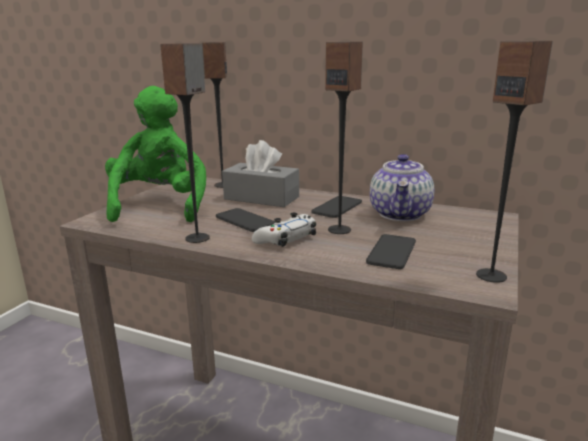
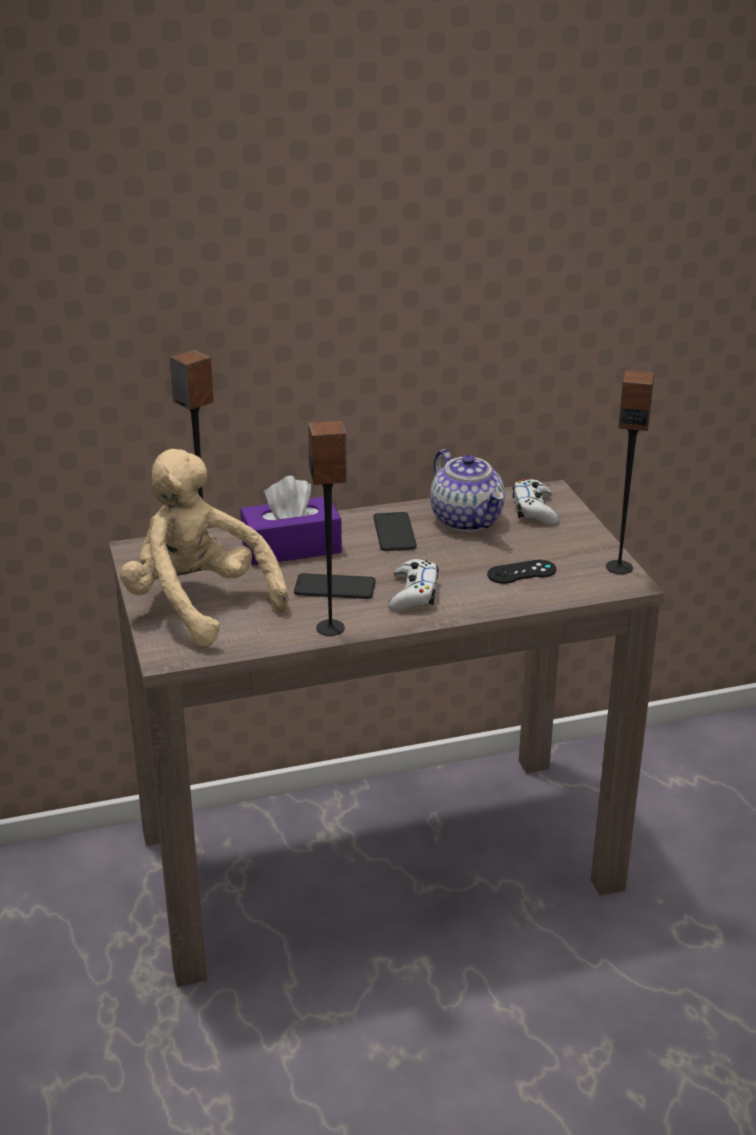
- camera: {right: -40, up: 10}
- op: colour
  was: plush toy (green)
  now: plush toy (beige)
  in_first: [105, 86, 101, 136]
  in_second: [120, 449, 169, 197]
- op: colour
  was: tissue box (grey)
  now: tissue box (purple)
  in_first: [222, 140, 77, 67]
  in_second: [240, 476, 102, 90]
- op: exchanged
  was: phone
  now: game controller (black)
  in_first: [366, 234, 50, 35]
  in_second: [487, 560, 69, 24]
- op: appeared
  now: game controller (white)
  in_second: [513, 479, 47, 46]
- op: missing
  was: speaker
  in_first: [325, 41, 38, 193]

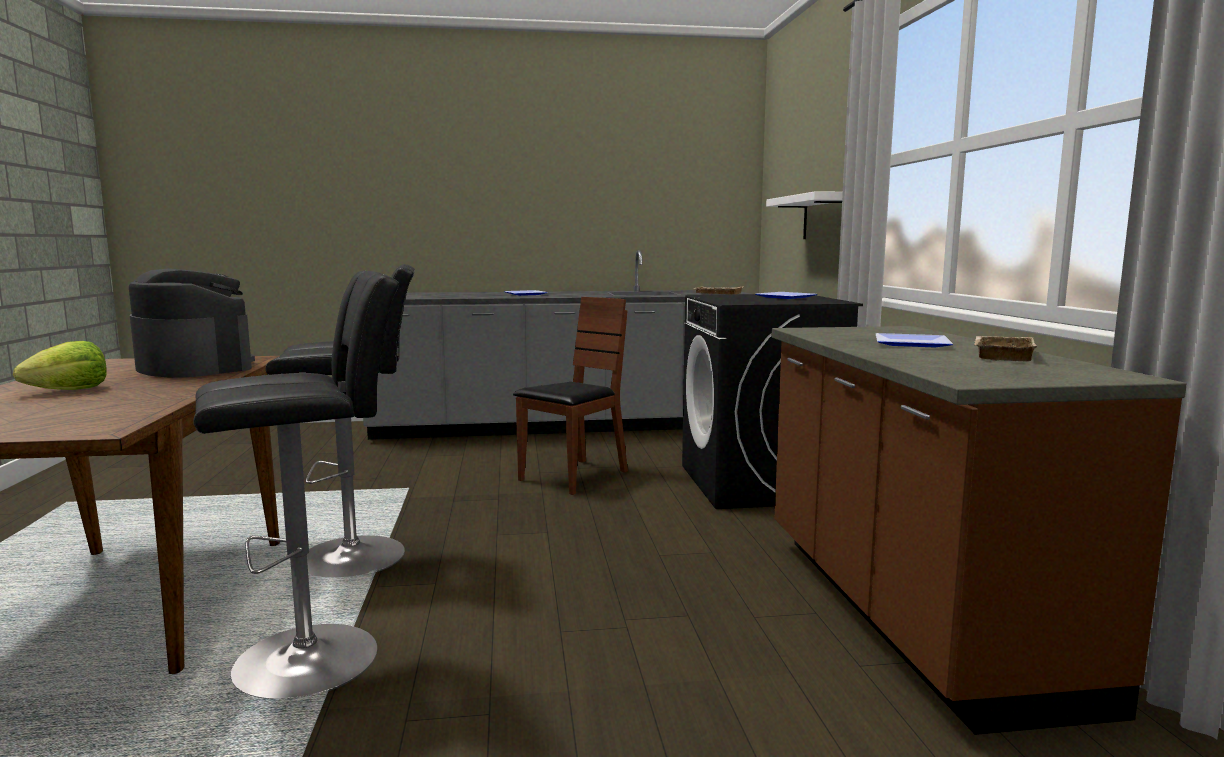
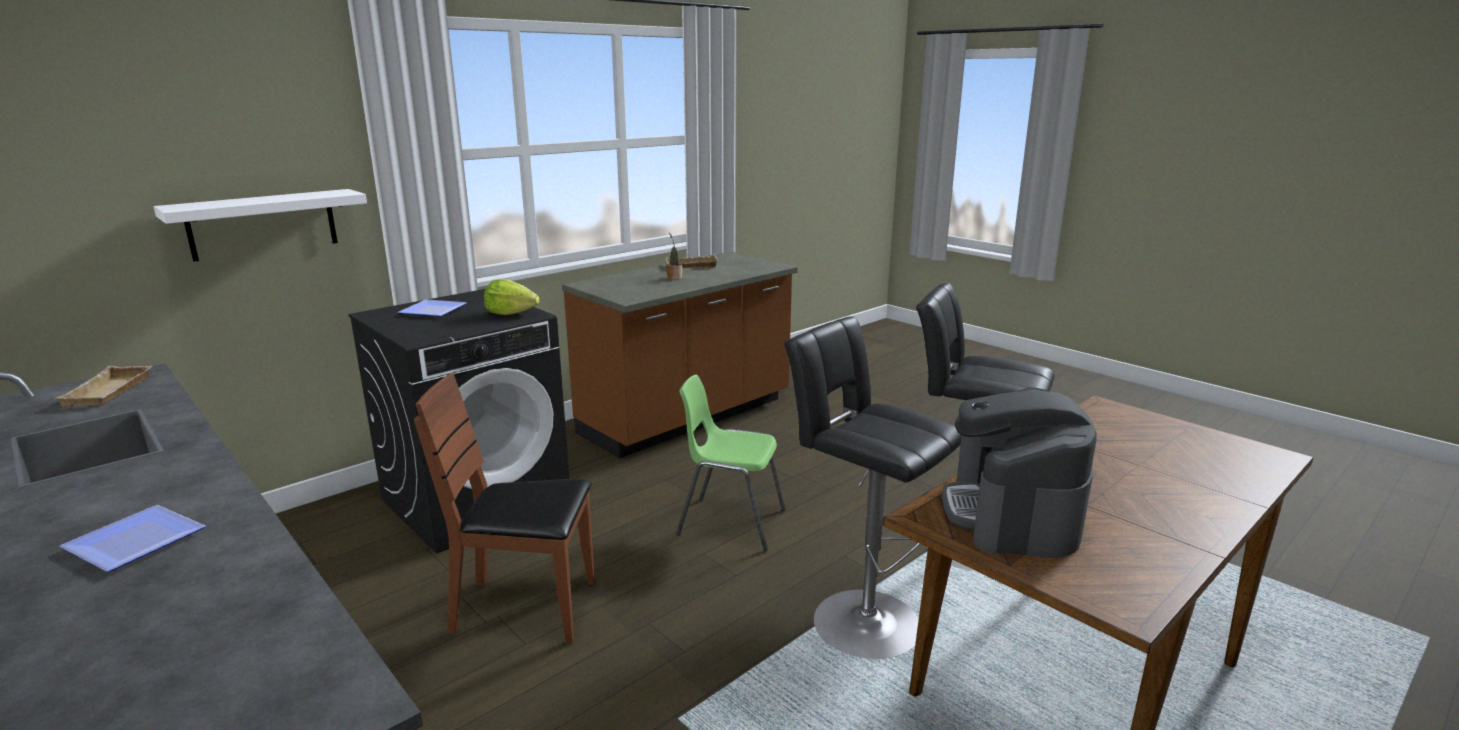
- camera: {right: -125, up: 10}
- op: relocated
  was: lettuce
  in_first: [13, 341, 94, 49]
  in_second: [484, 279, 56, 36]
- op: exchanged
  was: plate
  now: potted plant
  in_first: [876, 333, 77, 14]
  in_second: [666, 233, 16, 47]
- op: appeared
  now: chair (green)
  in_second: [676, 375, 109, 176]

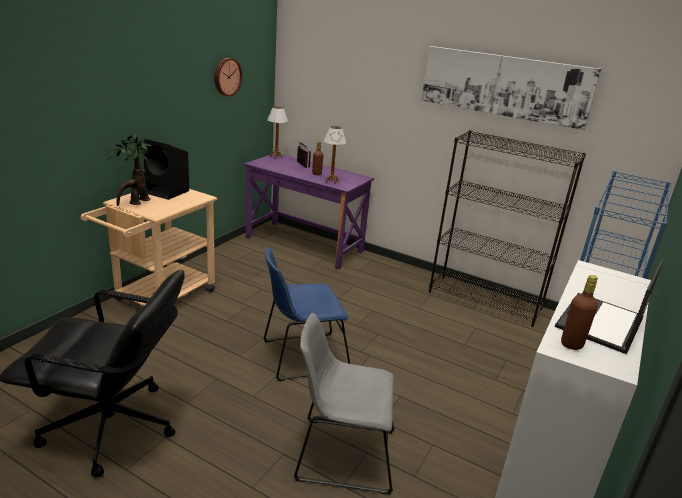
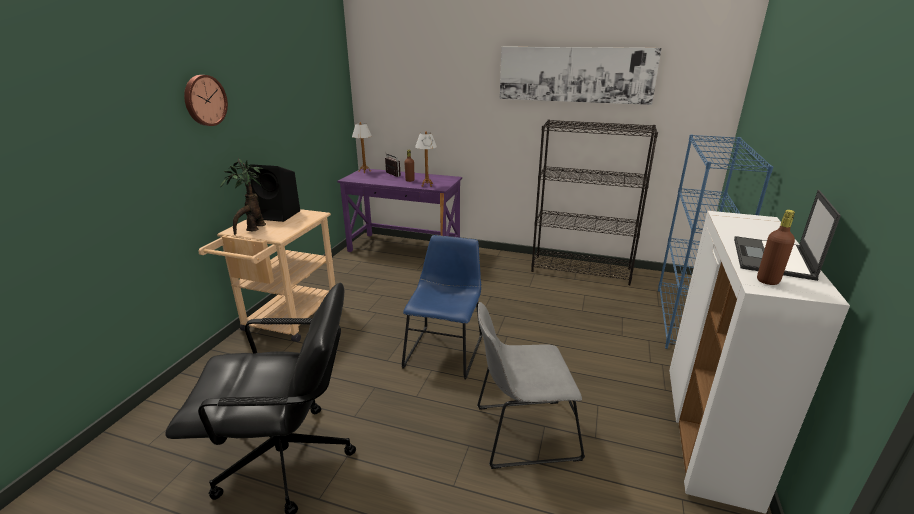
- camera: {right: -10, up: 0}
- op: relocated
  was: wall clock
  in_first: [214, 58, 28, 38]
  in_second: [184, 75, 44, 51]
- op: spun
  was: chair (blue)
  in_first: [263, 246, 87, 135]
  in_second: [401, 235, 81, 144]
  clockwise: 135

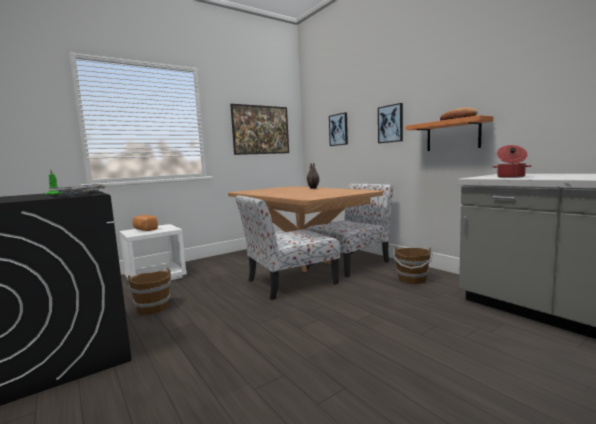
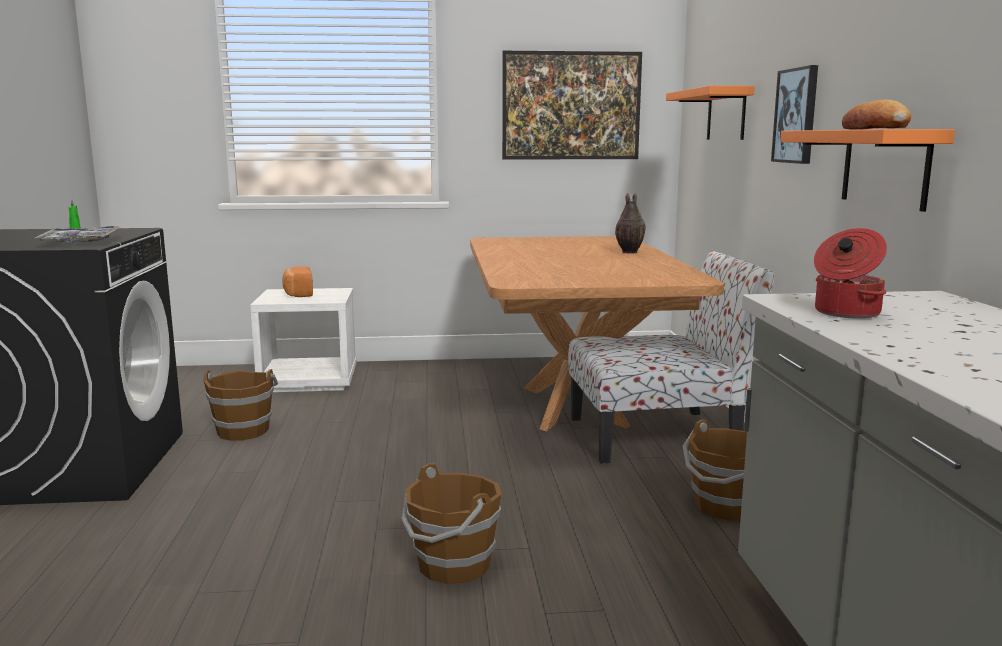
- camera: {right: 30, up: 5}
- op: appeared
  now: bucket (brown)
  in_second: [401, 464, 101, 120]
- op: exchanged
  was: picture
  now: shelf (orange)
  in_first: [329, 112, 19, 34]
  in_second: [666, 86, 89, 54]
- op: missing
  was: chair
  in_first: [236, 195, 104, 105]

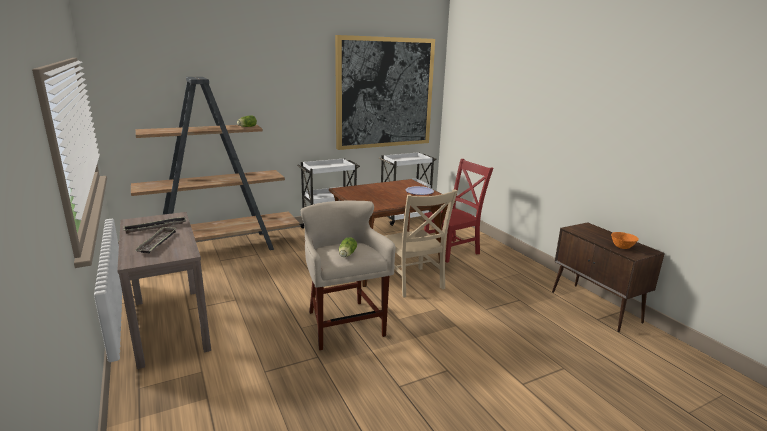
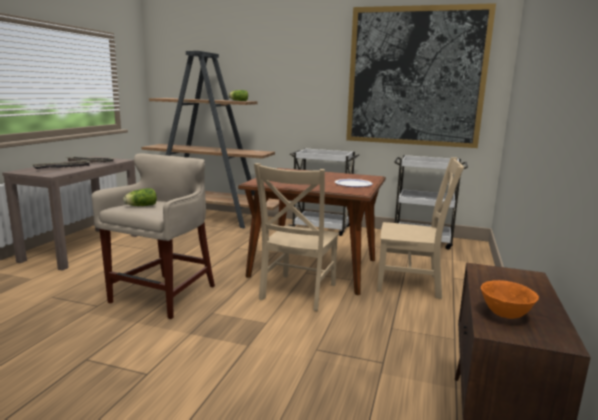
- camera: {right: 45, up: -5}
- op: colour
  was: chair (red)
  now: chair (beige)
  in_first: [424, 159, 69, 104]
  in_second: [377, 157, 87, 142]

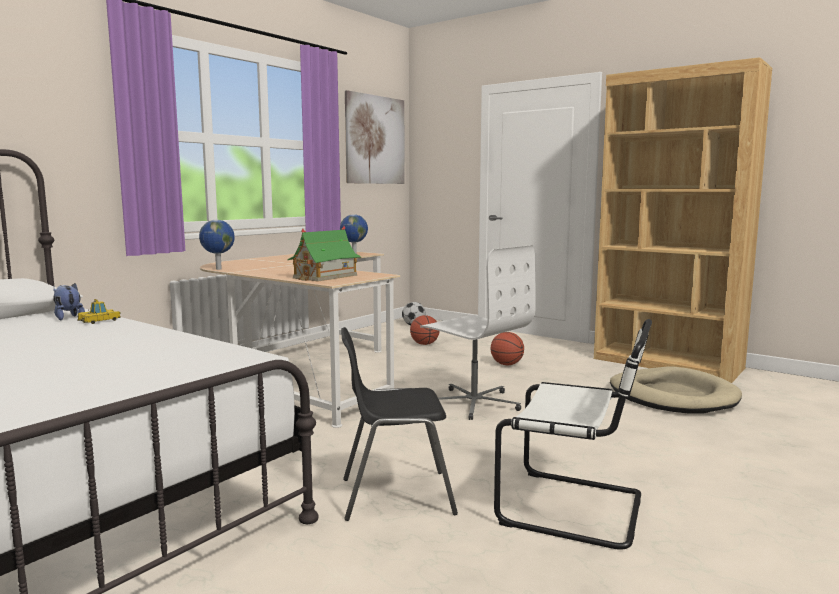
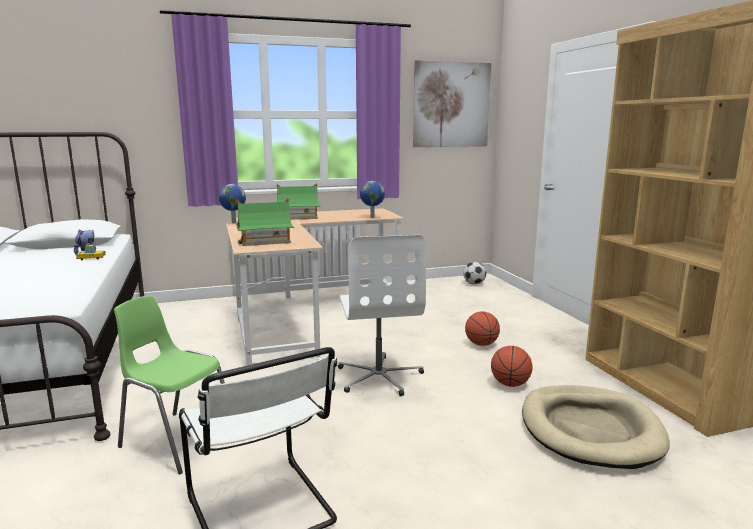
- camera: {right: 35, up: 5}
- op: colour
  was: chair (black)
  now: chair (green)
  in_first: [341, 327, 117, 194]
  in_second: [114, 295, 111, 180]
- op: appeared
  now: toy house
  in_second: [276, 184, 45, 36]
- op: relocated
  was: basketball
  in_first: [410, 315, 30, 30]
  in_second: [491, 346, 42, 41]

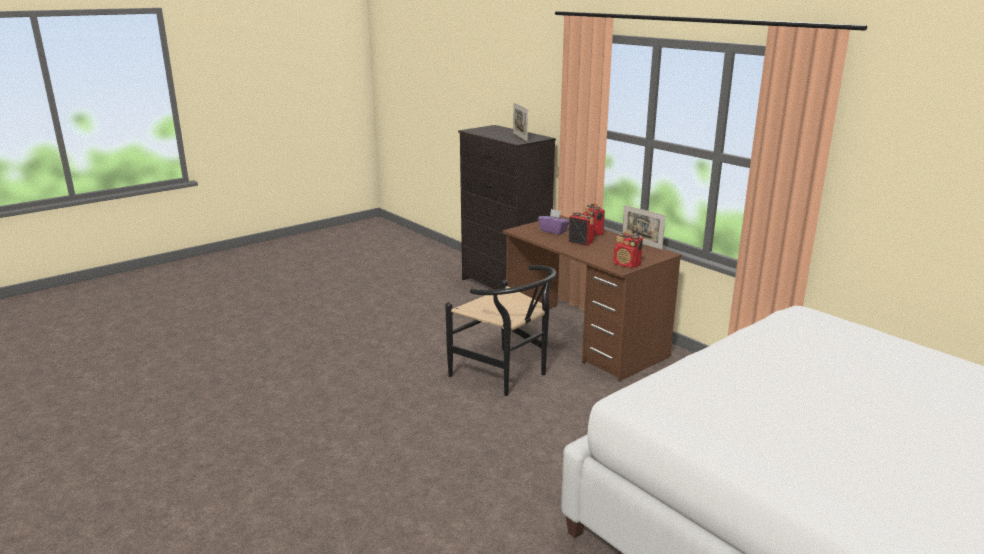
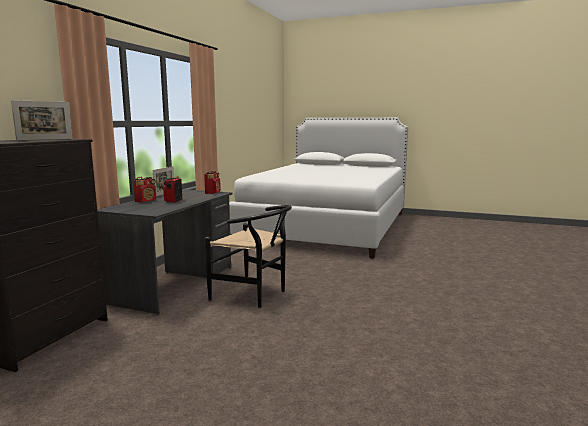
- camera: {right: -120, up: -10}
- op: colour
  was: desk (brown)
  now: desk (grey)
  in_first: [503, 215, 179, 166]
  in_second: [97, 189, 136, 125]
- op: spun
  was: chair (black)
  in_first: [445, 265, 112, 131]
  in_second: [205, 205, 87, 103]
  clockwise: 105
- op: missing
  was: tissue box (purple)
  in_first: [538, 209, 31, 26]

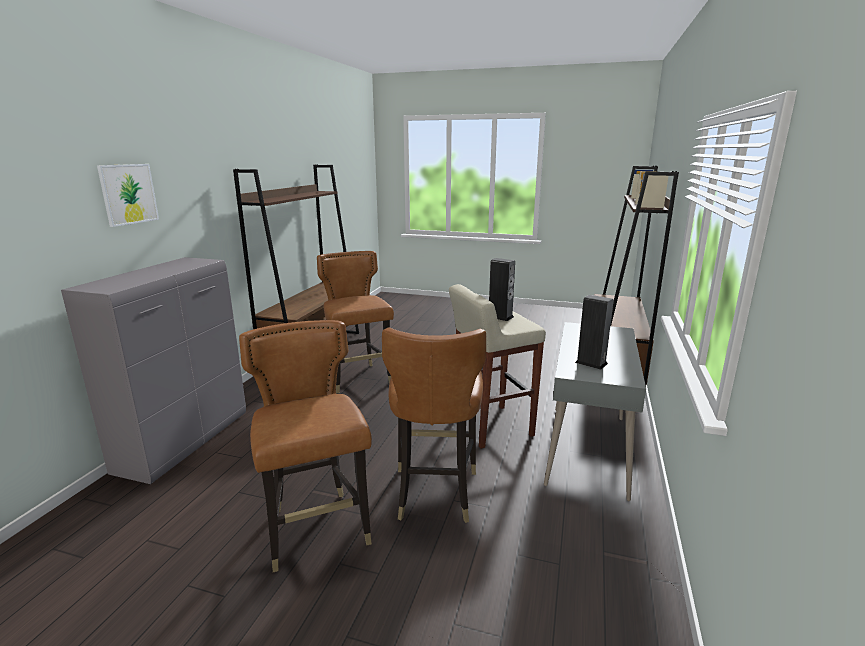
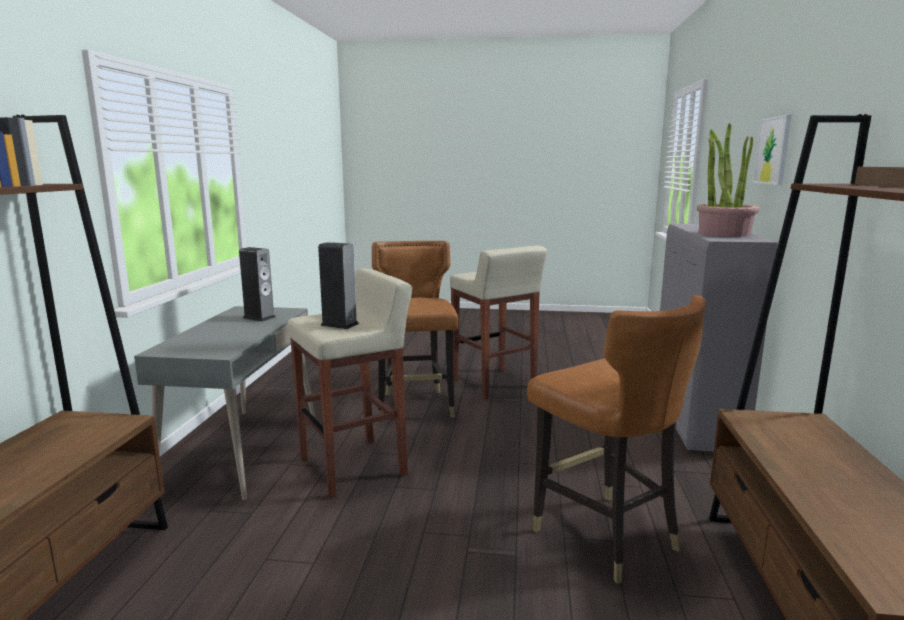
- camera: {right: 170, up: -5}
- op: exchanged
  was: chair (brown)
  now: stool (beige)
  in_first: [239, 320, 133, 252]
  in_second: [450, 246, 97, 153]
- op: appeared
  now: potted plant
  in_second: [697, 123, 63, 114]

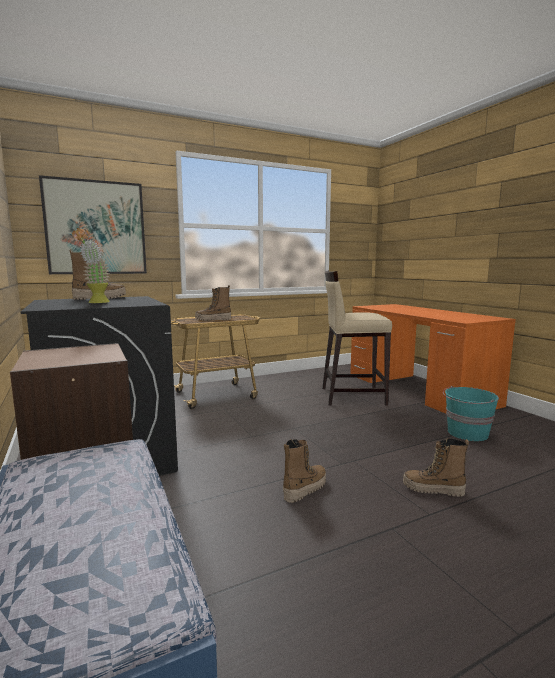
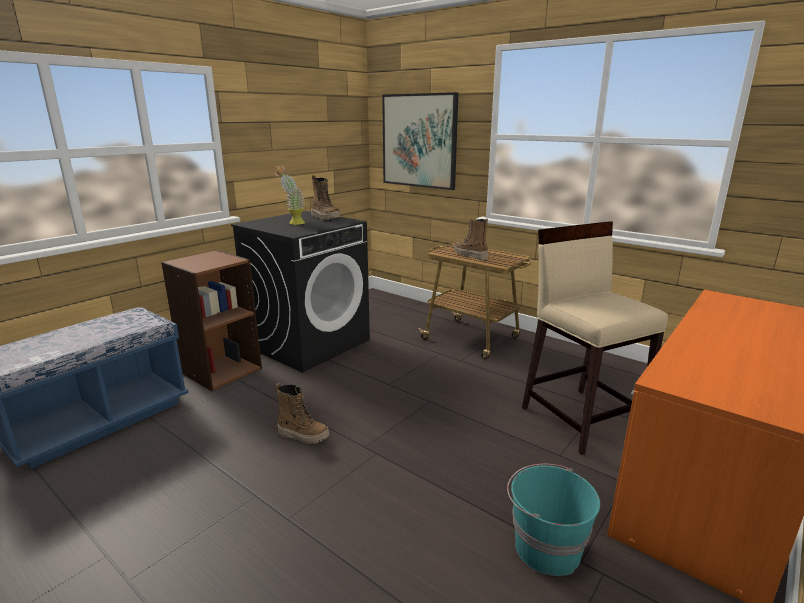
- camera: {right: 65, up: 10}
- op: missing
  was: boot
  in_first: [403, 438, 66, 59]

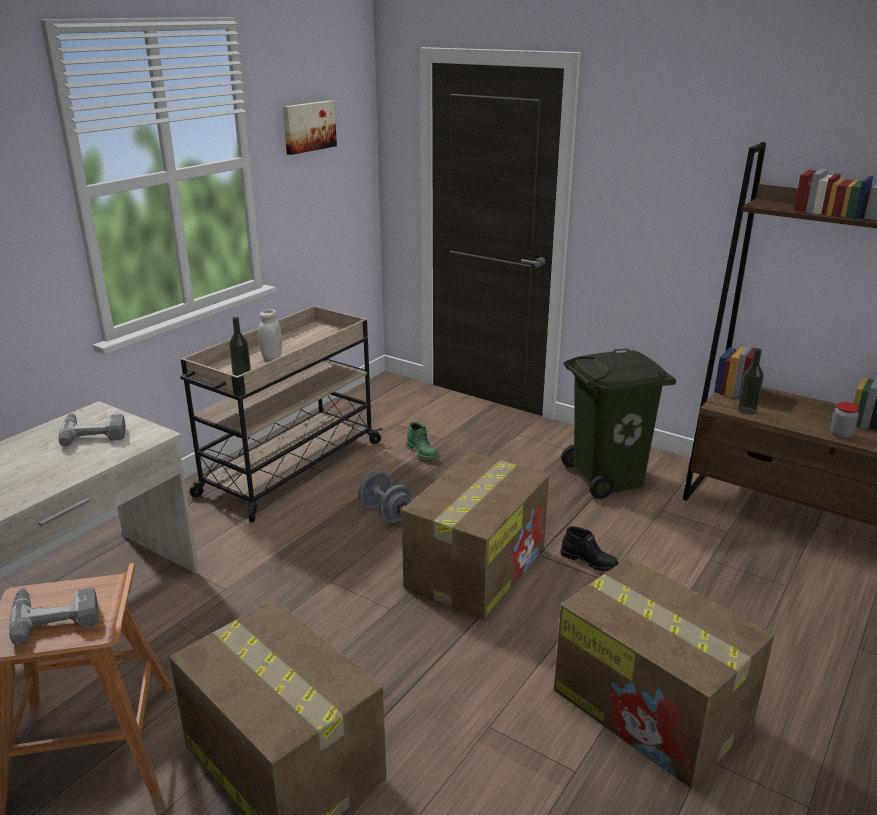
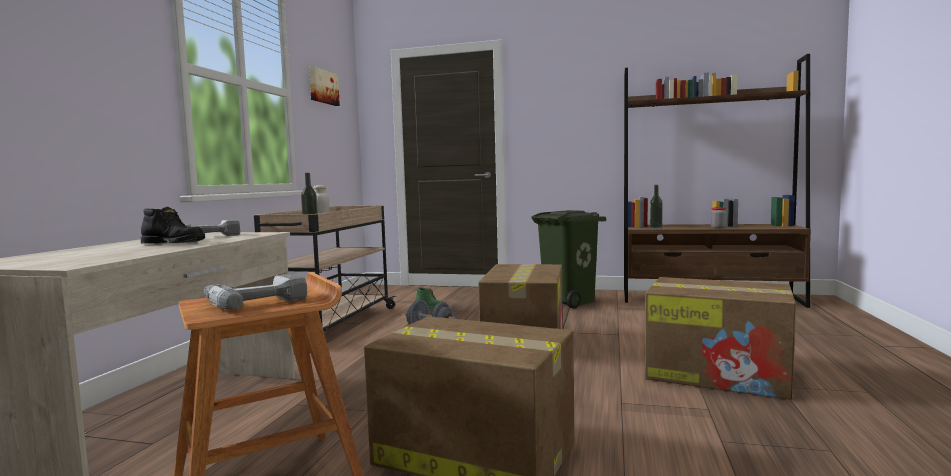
- camera: {right: -20, up: -20}
- op: relocated
  was: boot (black)
  in_first: [561, 526, 58, 45]
  in_second: [141, 207, 64, 36]

